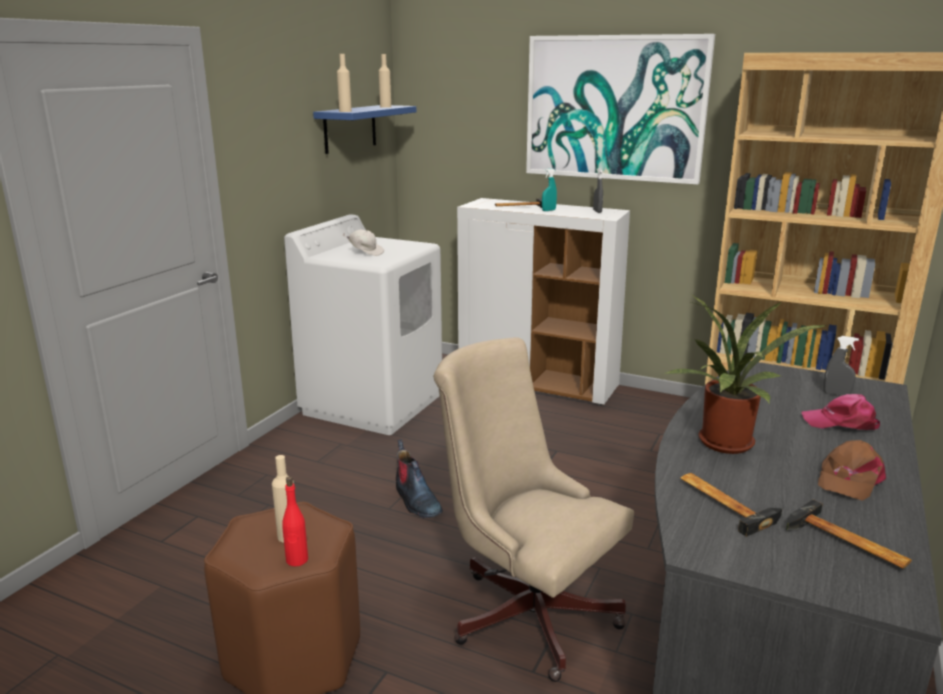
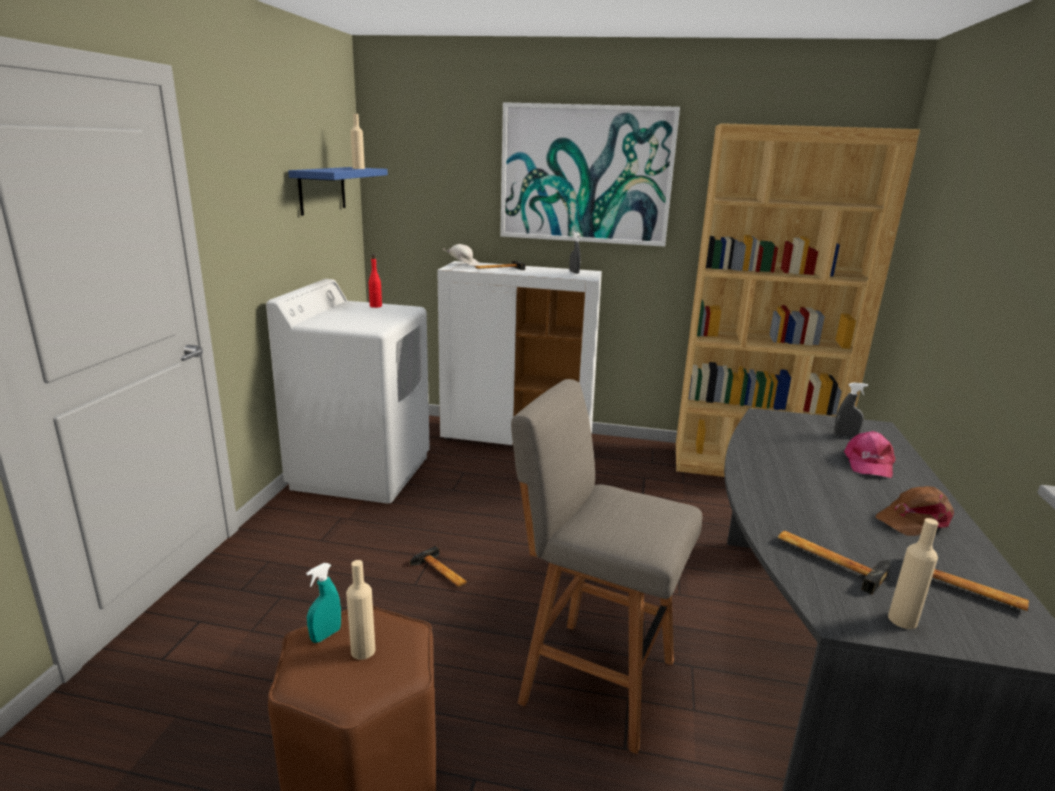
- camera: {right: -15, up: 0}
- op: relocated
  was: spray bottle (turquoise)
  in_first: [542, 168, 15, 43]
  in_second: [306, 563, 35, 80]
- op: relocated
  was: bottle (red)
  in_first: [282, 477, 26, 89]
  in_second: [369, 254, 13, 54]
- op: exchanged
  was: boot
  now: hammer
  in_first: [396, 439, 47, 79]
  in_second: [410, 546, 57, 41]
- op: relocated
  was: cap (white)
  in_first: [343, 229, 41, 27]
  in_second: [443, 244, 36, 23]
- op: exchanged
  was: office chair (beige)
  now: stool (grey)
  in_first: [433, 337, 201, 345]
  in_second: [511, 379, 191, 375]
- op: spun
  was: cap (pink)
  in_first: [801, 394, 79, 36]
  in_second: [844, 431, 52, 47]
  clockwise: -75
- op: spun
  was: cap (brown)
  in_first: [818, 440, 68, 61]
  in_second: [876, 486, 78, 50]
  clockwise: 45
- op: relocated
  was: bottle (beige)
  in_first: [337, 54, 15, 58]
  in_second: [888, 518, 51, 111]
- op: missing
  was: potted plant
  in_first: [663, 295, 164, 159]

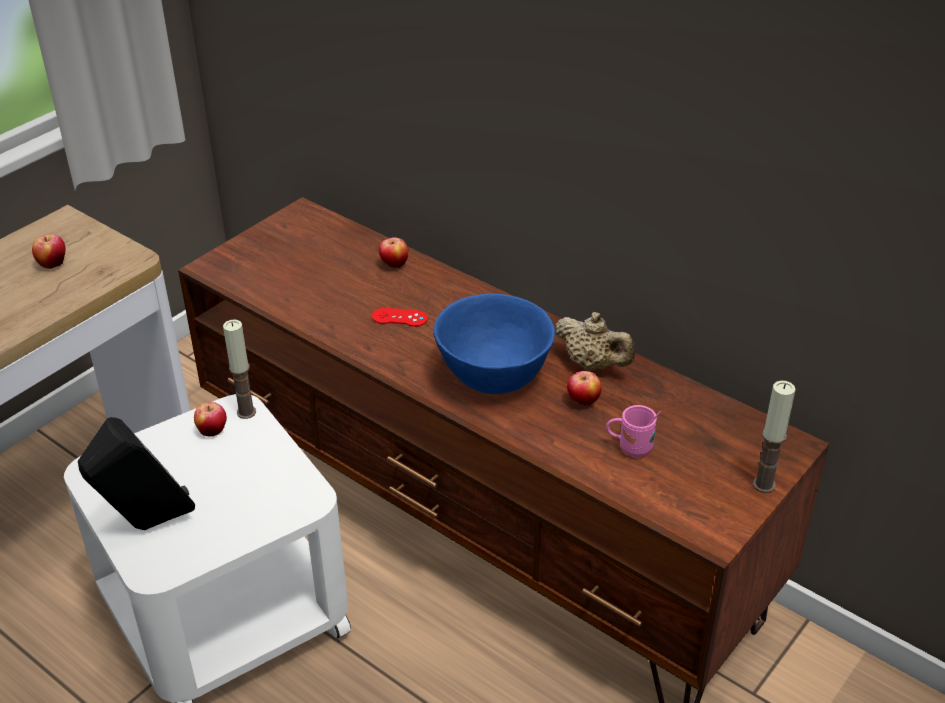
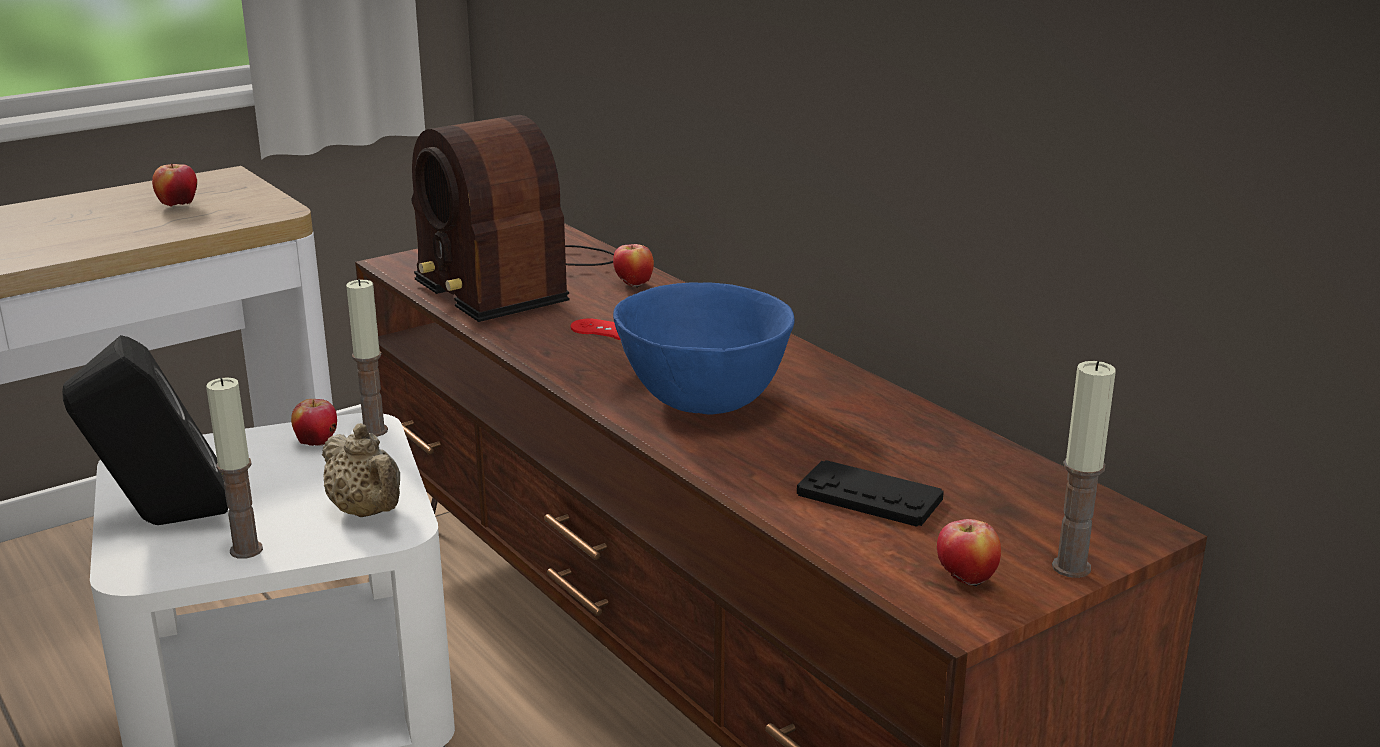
- camera: {right: 15, up: -15}
- op: appeared
  now: candle
  in_second: [206, 377, 57, 182]
- op: relocated
  was: teapot (beige)
  in_first: [555, 312, 80, 58]
  in_second: [322, 423, 78, 94]
- op: appeared
  now: radio
  in_second: [411, 115, 203, 207]
- op: exchanged
  was: mug (pink)
  now: game controller (black)
  in_first: [606, 405, 56, 52]
  in_second: [797, 460, 147, 67]
- op: relocated
  was: apple
  in_first: [567, 371, 34, 35]
  in_second: [937, 519, 64, 69]

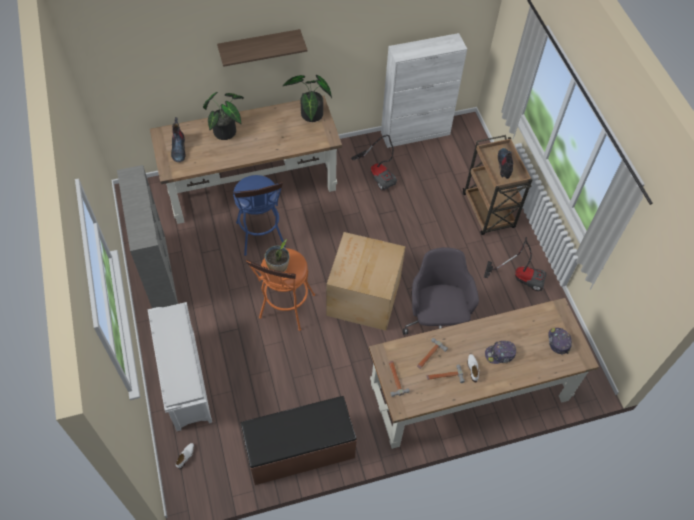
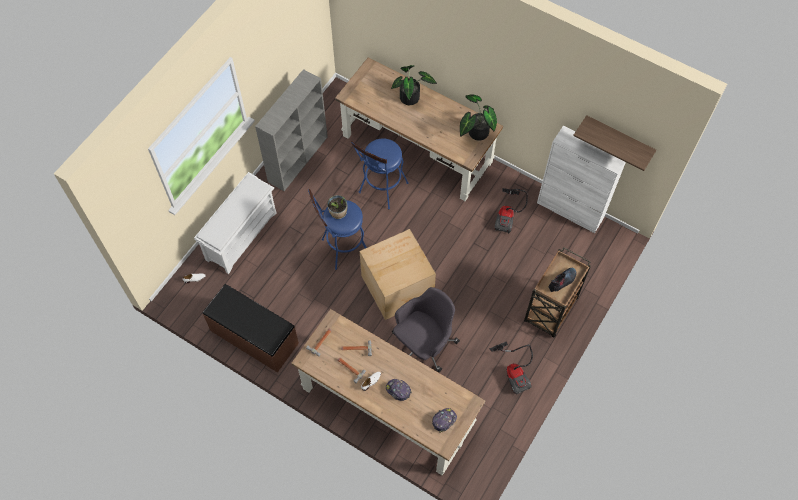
- camera: {right: 50, up: 5}
- op: colour
  was: stool (orange)
  now: stool (blue)
  in_first: [246, 248, 69, 83]
  in_second: [308, 189, 59, 81]
- op: relocated
  was: shelf
  in_first: [217, 29, 91, 38]
  in_second: [573, 115, 83, 56]
- op: missing
  was: boot
  in_first: [171, 117, 15, 45]

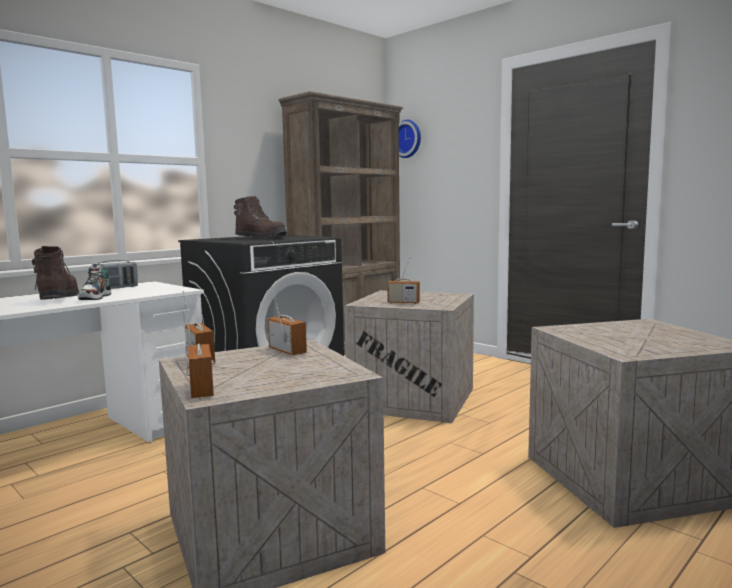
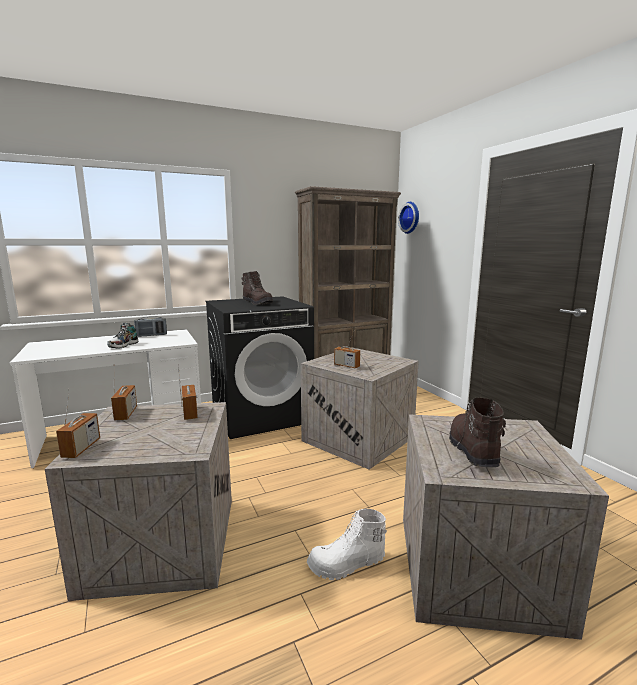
- camera: {right: 20, up: 5}
- op: appeared
  now: boot (white)
  in_second: [307, 509, 80, 71]
- op: relocated
  was: boot (brown)
  in_first: [32, 246, 47, 54]
  in_second: [449, 398, 57, 69]

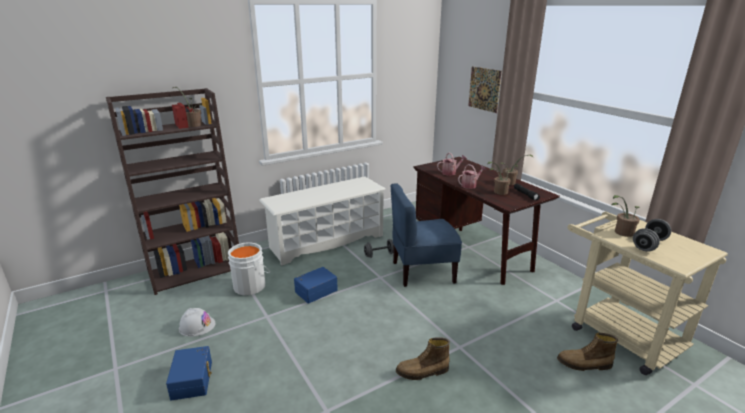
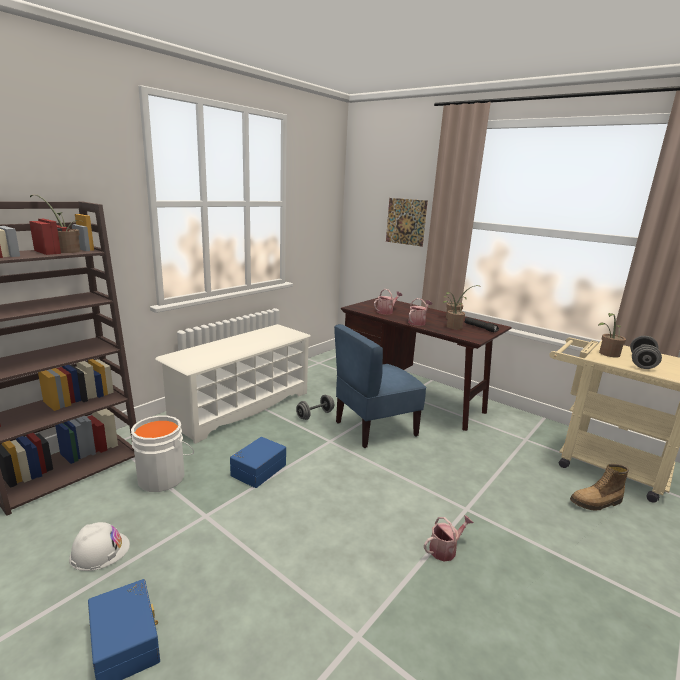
- camera: {right: -20, up: -5}
- op: exchanged
  was: boot
  now: watering can
  in_first: [396, 337, 54, 43]
  in_second: [424, 515, 50, 47]

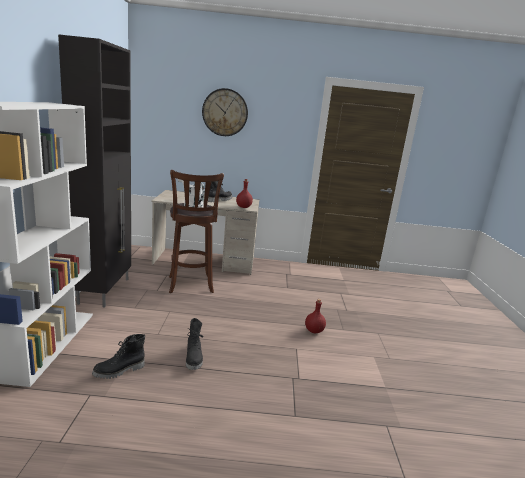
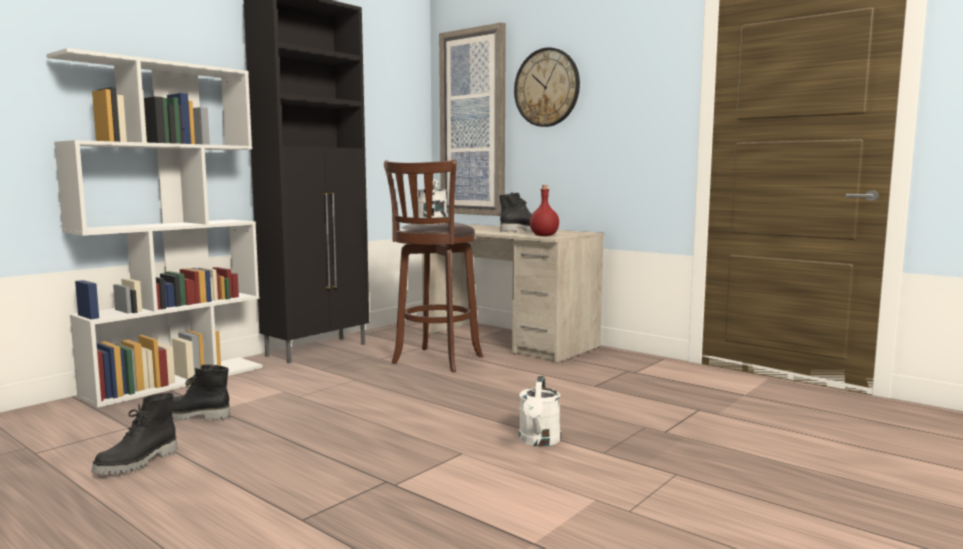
- camera: {right: 40, up: -10}
- op: relocated
  was: boot (black)
  in_first: [186, 318, 18, 52]
  in_second: [92, 393, 85, 81]
- op: appeared
  now: picture
  in_second: [439, 22, 67, 194]
- op: exchanged
  was: bottle (red)
  now: watering can (white)
  in_first: [305, 299, 21, 34]
  in_second: [519, 376, 42, 70]

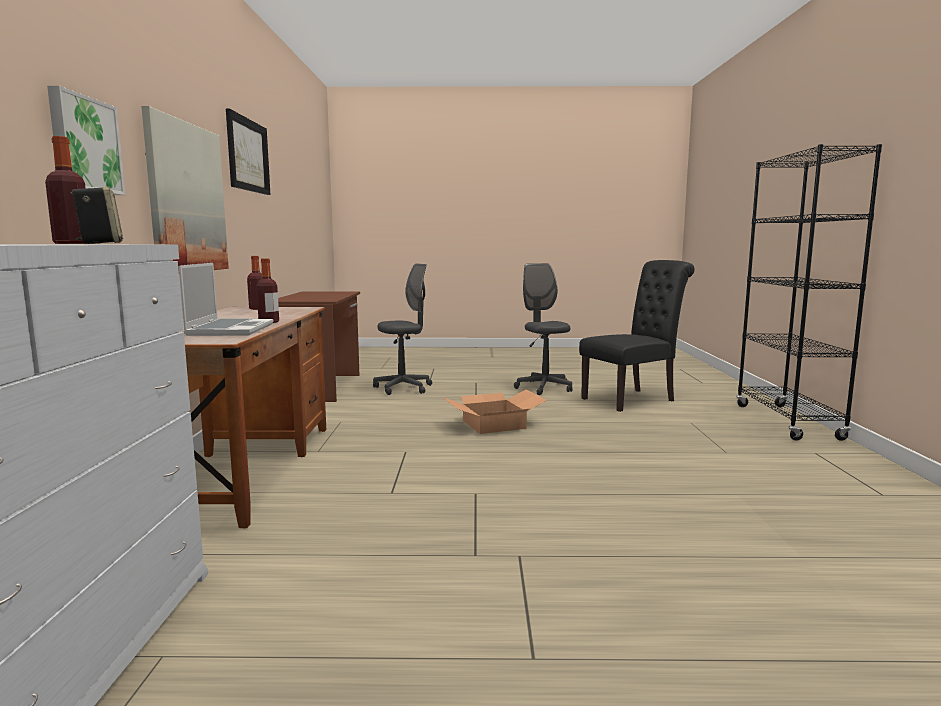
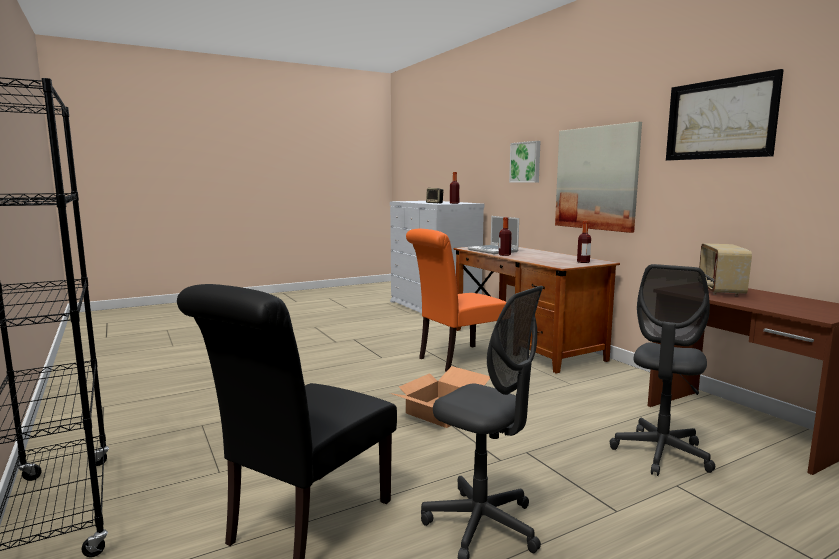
- camera: {right: 150, up: 0}
- op: appeared
  now: chair (orange)
  in_second: [406, 229, 101, 143]
- op: appeared
  now: radio
  in_second: [699, 243, 53, 53]

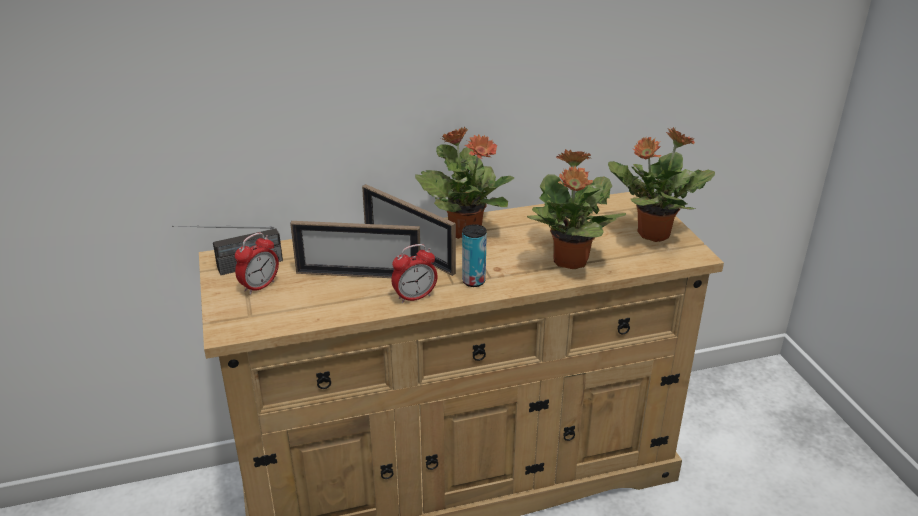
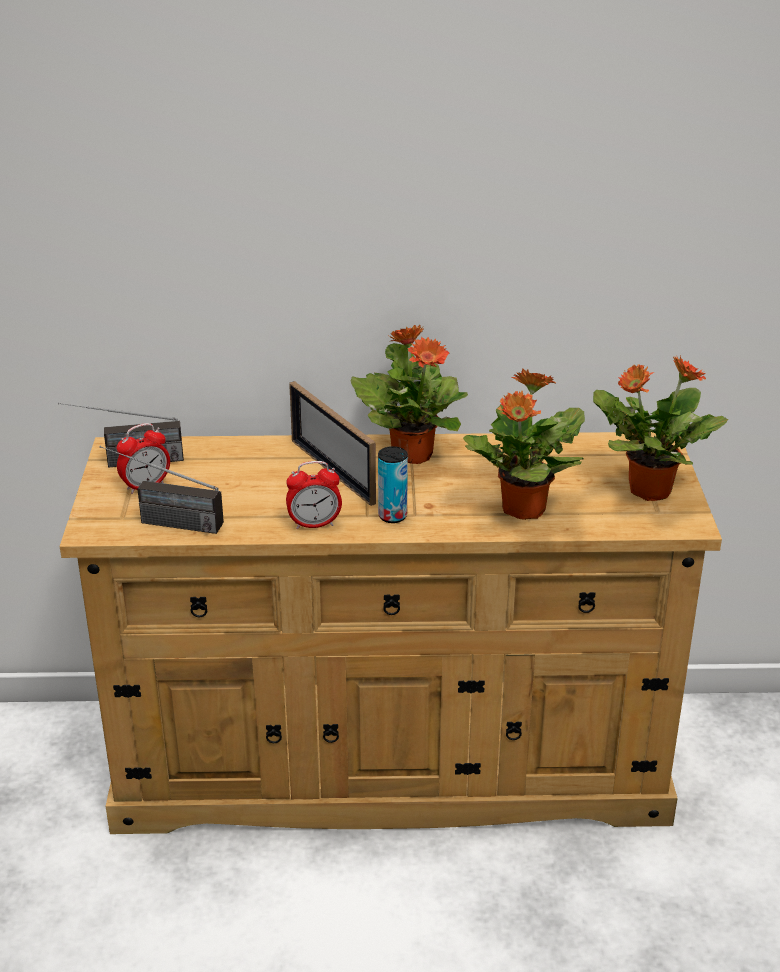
- camera: {right: 15, up: 0}
- op: appeared
  now: radio
  in_second: [99, 446, 125, 88]
- op: missing
  was: picture frame
  in_first: [290, 221, 130, 57]

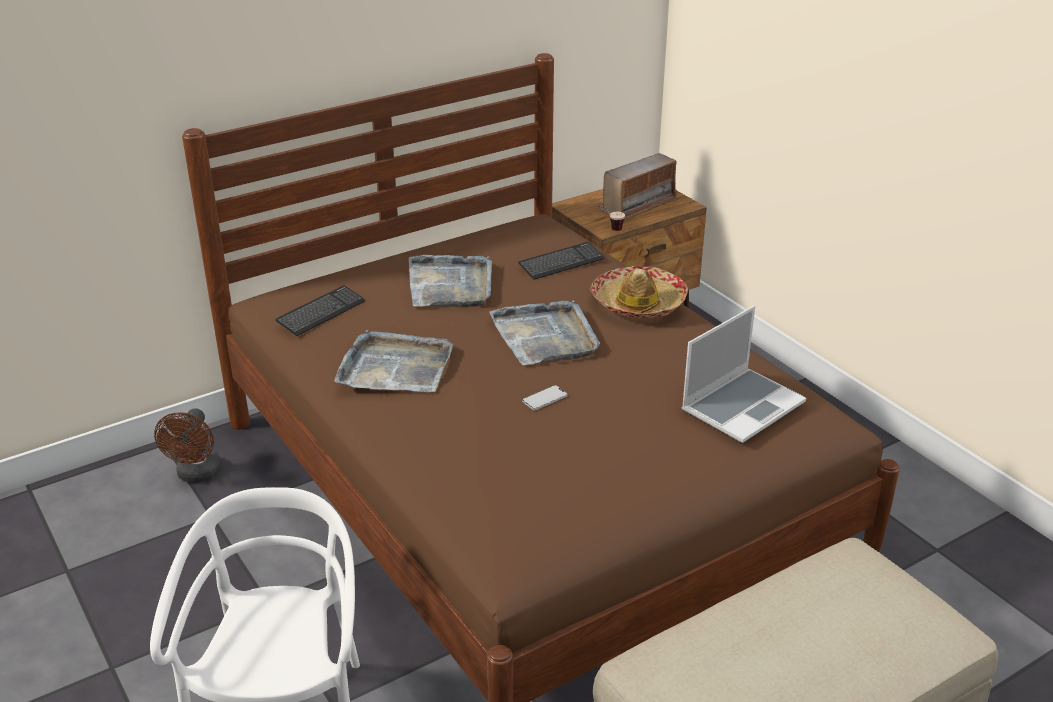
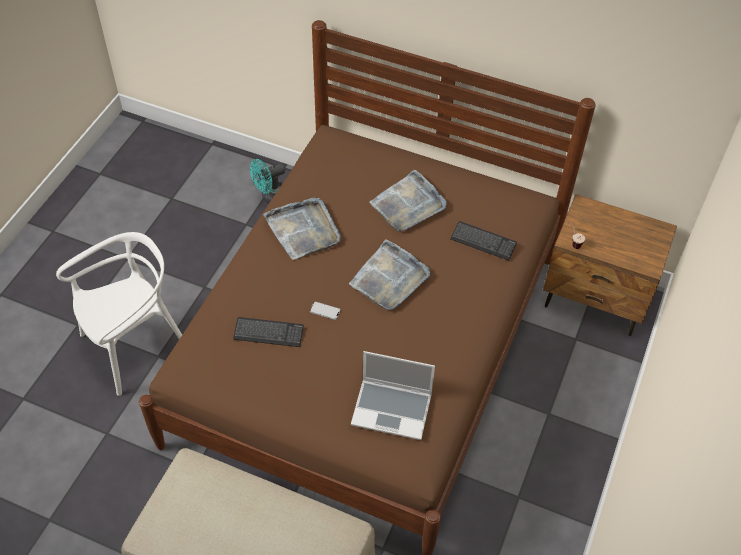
- camera: {right: 55, up: 20}
- op: relocated
  was: keyboard
  in_first: [275, 285, 91, 51]
  in_second: [233, 317, 71, 30]
- op: colour
  was: fan (brown)
  now: fan (turquoise)
  in_first: [154, 408, 68, 75]
  in_second: [250, 159, 35, 45]
- op: missing
  was: hat
  in_first: [590, 266, 98, 52]
- op: missing
  was: radio
  in_first: [600, 153, 77, 66]

